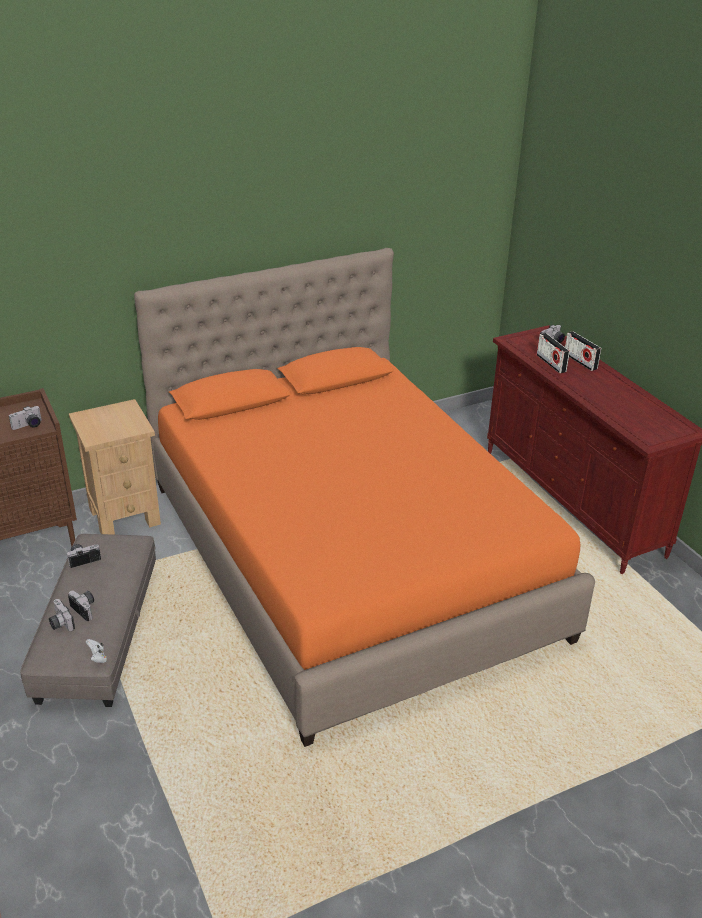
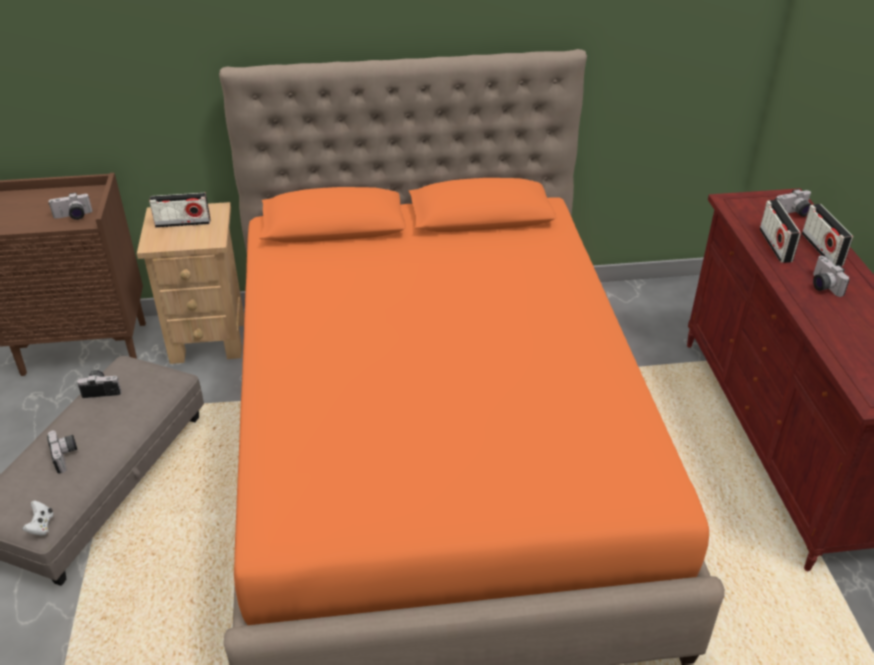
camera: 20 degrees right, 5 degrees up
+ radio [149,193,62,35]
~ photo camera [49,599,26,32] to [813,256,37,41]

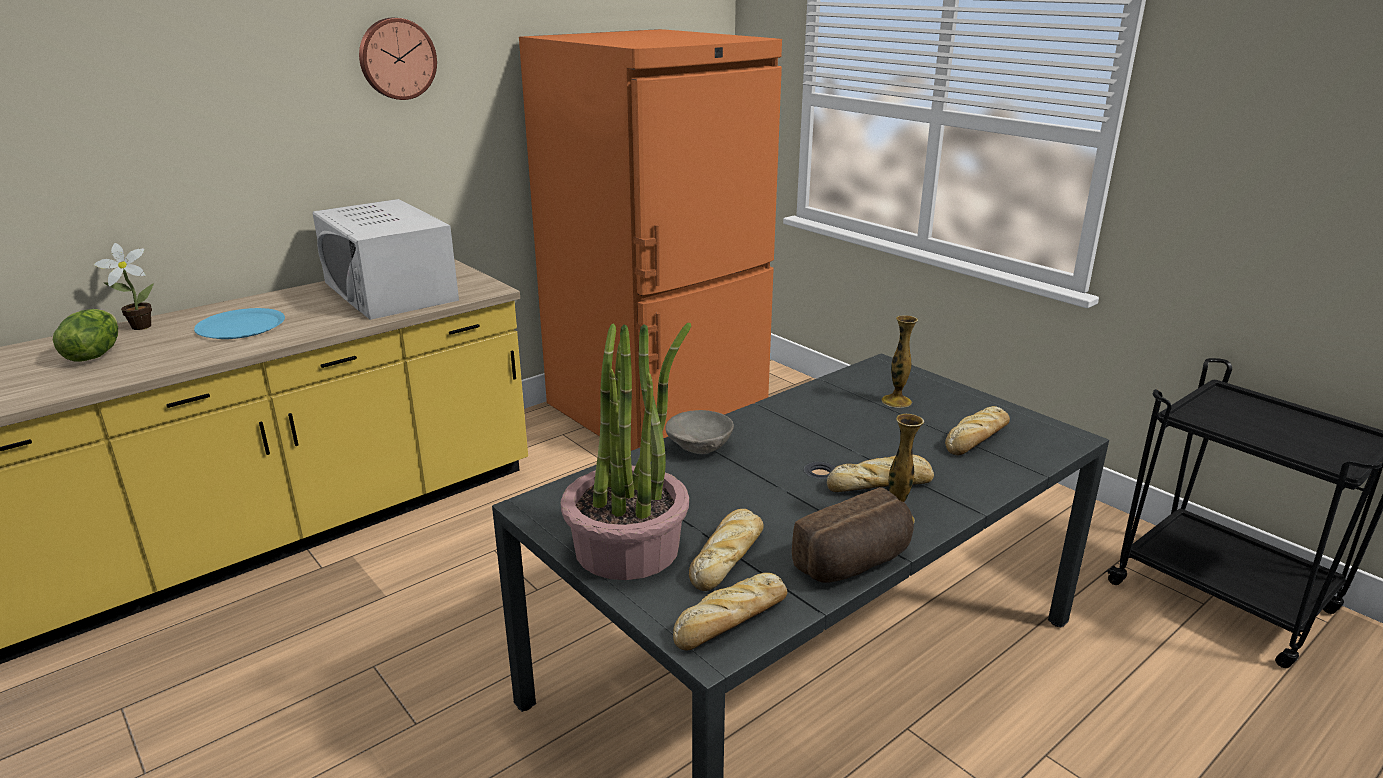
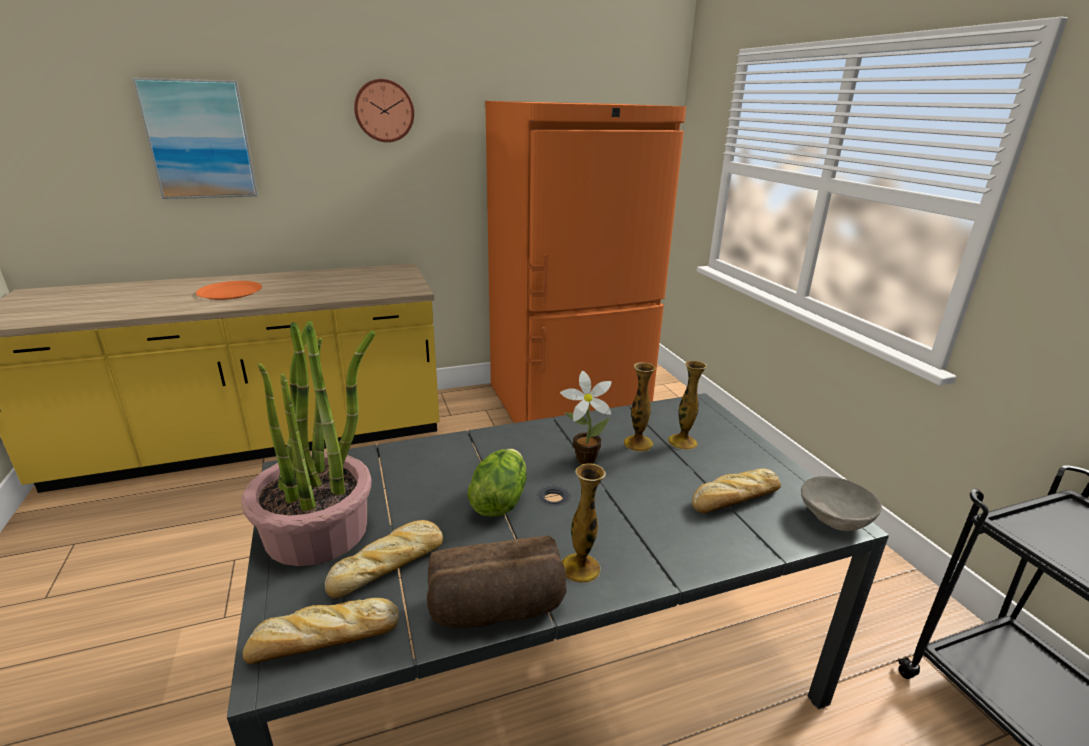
camera: 20 degrees right, 0 degrees up
+ picture [132,78,126,121]
~ dinner plate (blue-coloured) [194,308,91,31] to dinner plate (orange-coloured) [196,281,66,19]
~ head of lettuce [53,309,65,52] to [468,449,58,68]
~ houseplant [94,243,60,87] to [560,371,52,93]
+ flower vase [624,362,31,90]
~ serving bowl (grey) [666,410,68,44] to [801,476,81,55]
- microwave oven (whitish) [313,199,146,121]
- bakery bread [827,455,107,37]

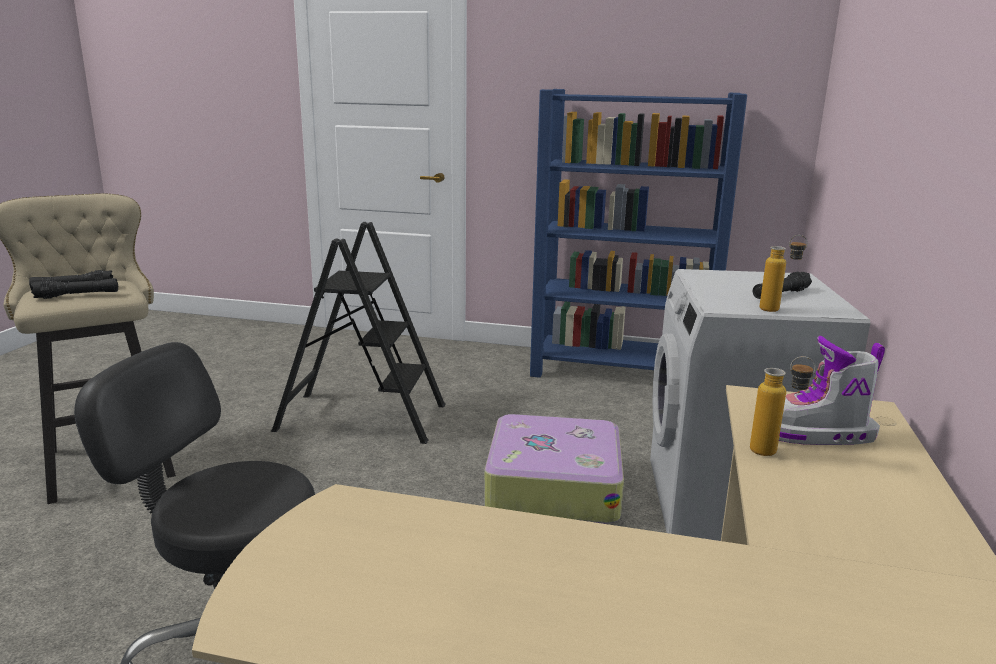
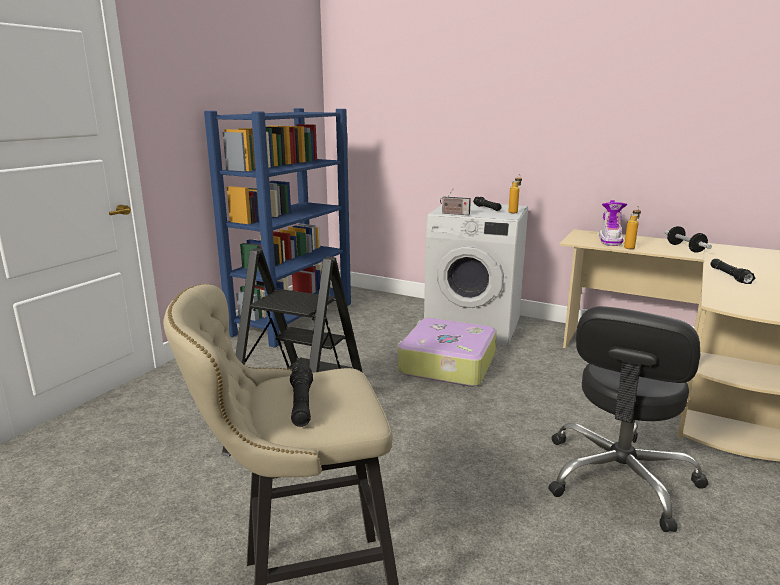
camera: 75 degrees left, 0 degrees up
+ radio [440,189,31,26]
+ free weight [665,226,47,27]
~ torch (black-coloured) [31,278,87,21] to [711,259,44,25]

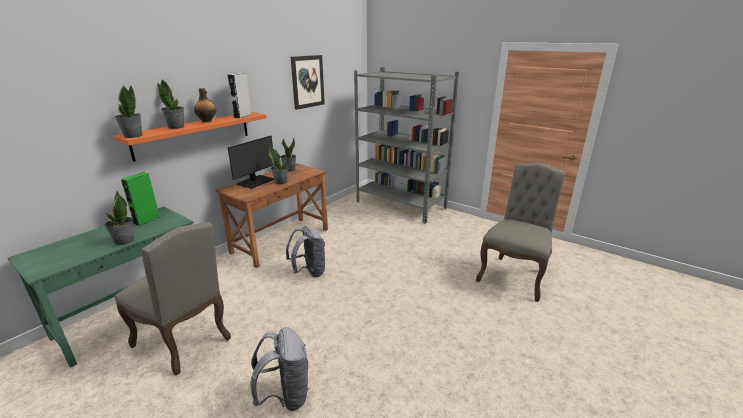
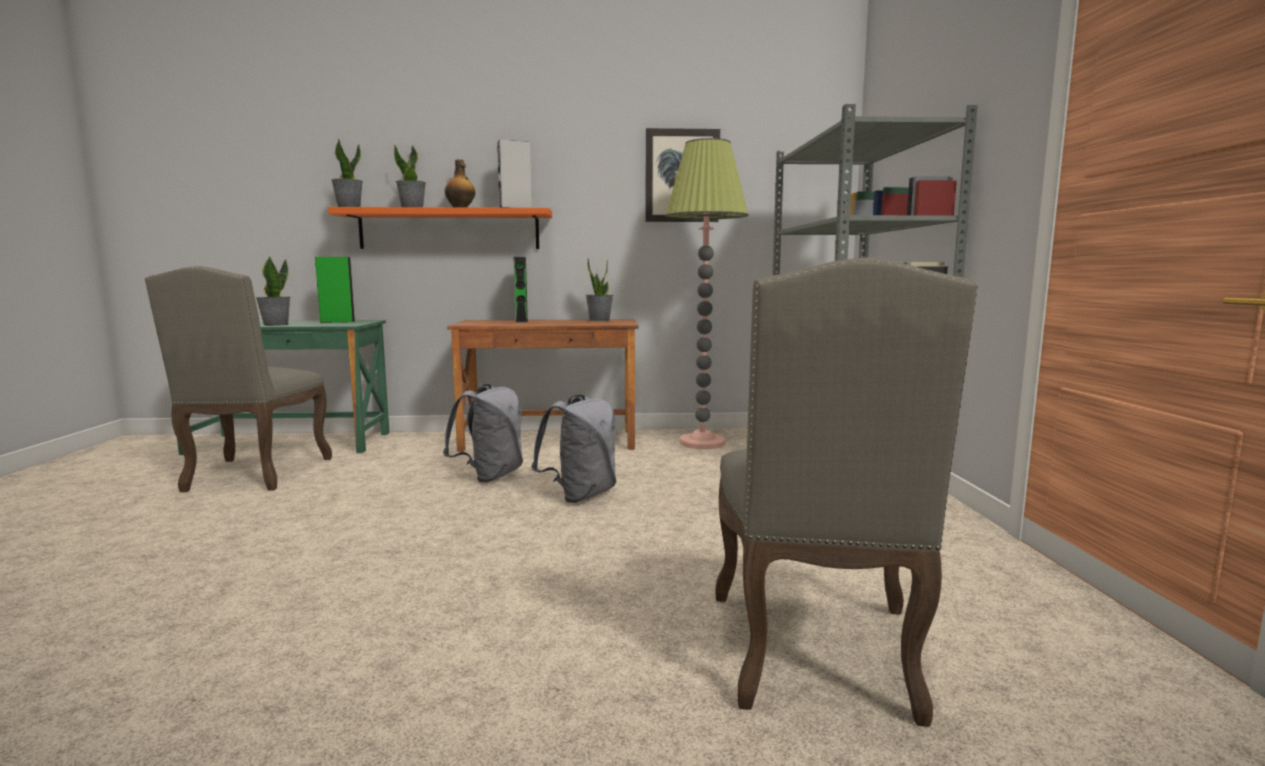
camera: 50 degrees right, 15 degrees down
~ computer screen [228,135,46,54] to audio speaker (greenish) [514,257,14,65]
~ knapsack (grey) [250,327,59,84] to [531,394,85,109]
+ floor lamp [665,138,84,311]
~ upright chair (grey) [476,163,89,139] = [716,257,262,470] 105 degrees clockwise
- houseplant [269,146,20,38]

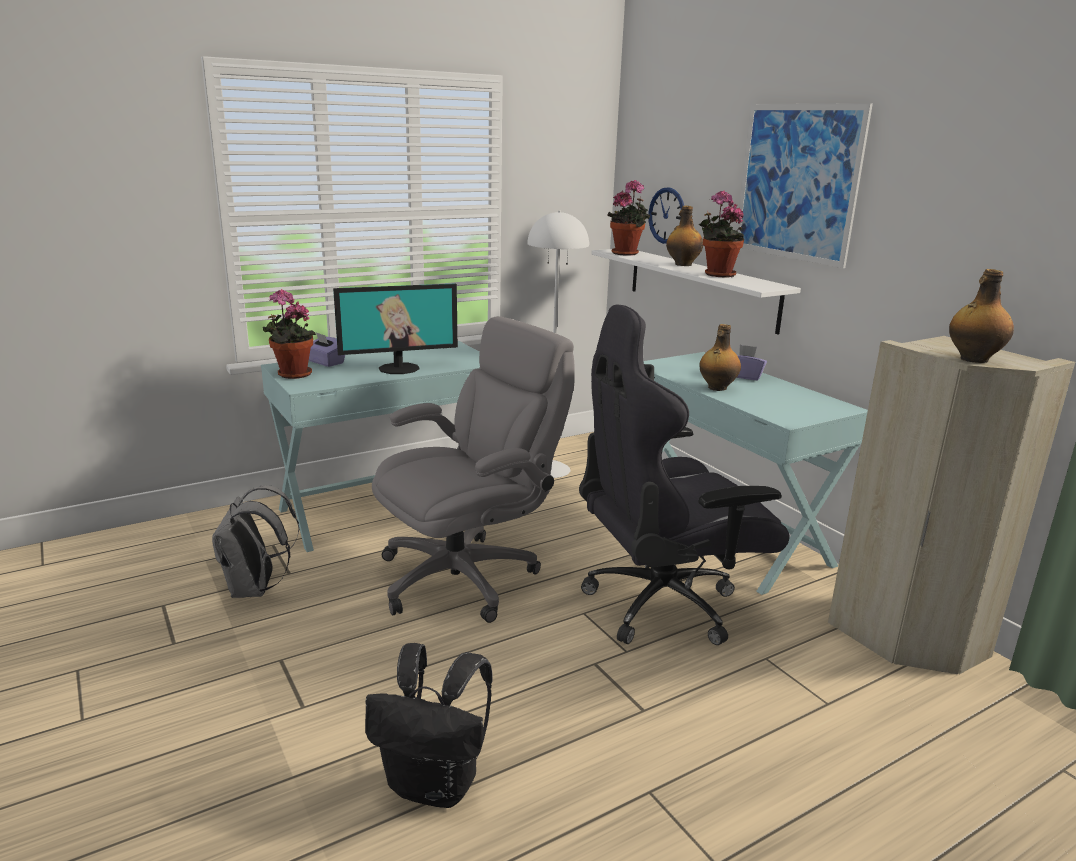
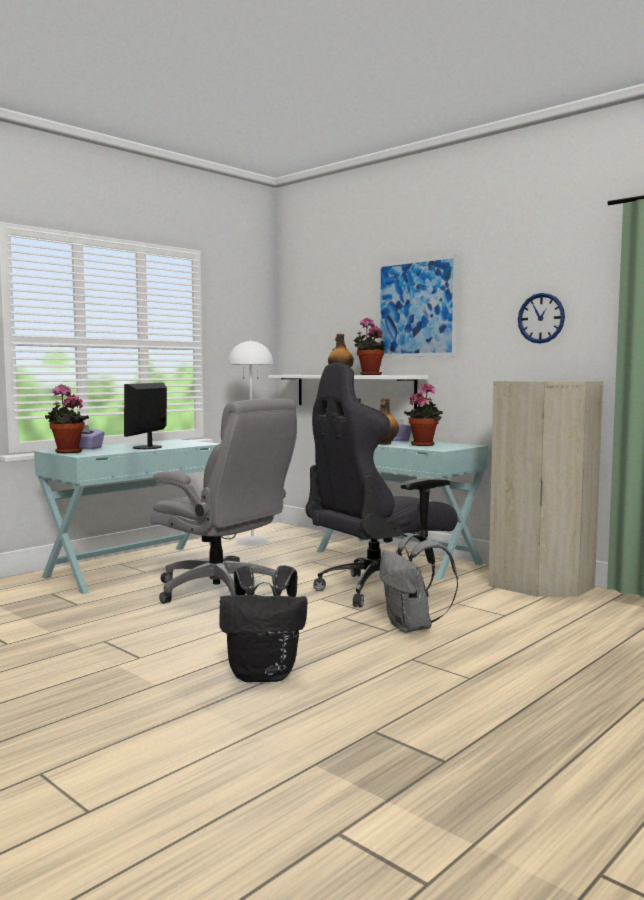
camera: 15 degrees left, 15 degrees down
~ computer screen [333,283,125,91] = [124,383,43,66] 135 degrees clockwise
~ office chair (grey) [372,316,203,307] = [150,399,147,205] 90 degrees clockwise
~ knapsack (grey) [212,485,88,113] to [380,534,78,99]
~ houseplant [607,180,43,76] to [404,383,39,63]
~ clock on the wall [648,187,36,57] to [518,293,47,51]
- bottle [949,269,65,94]

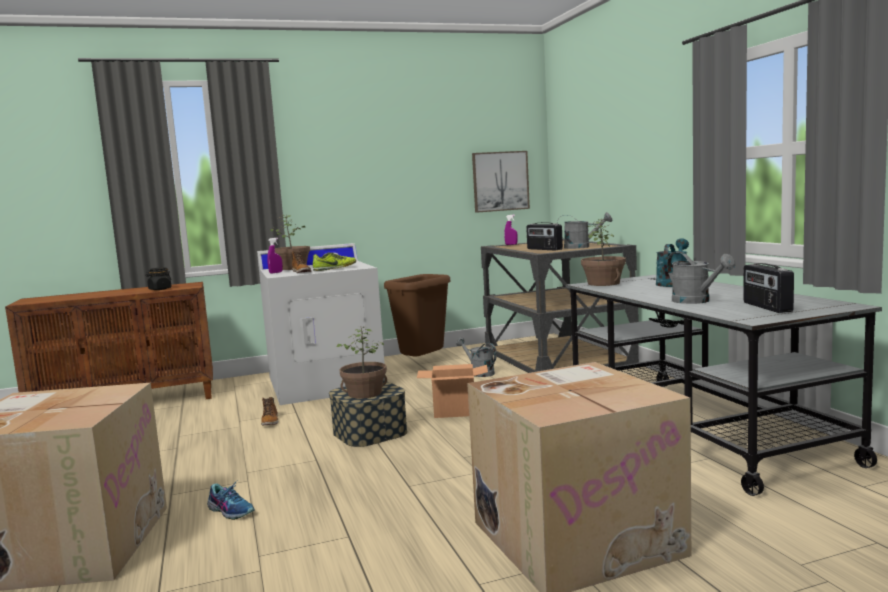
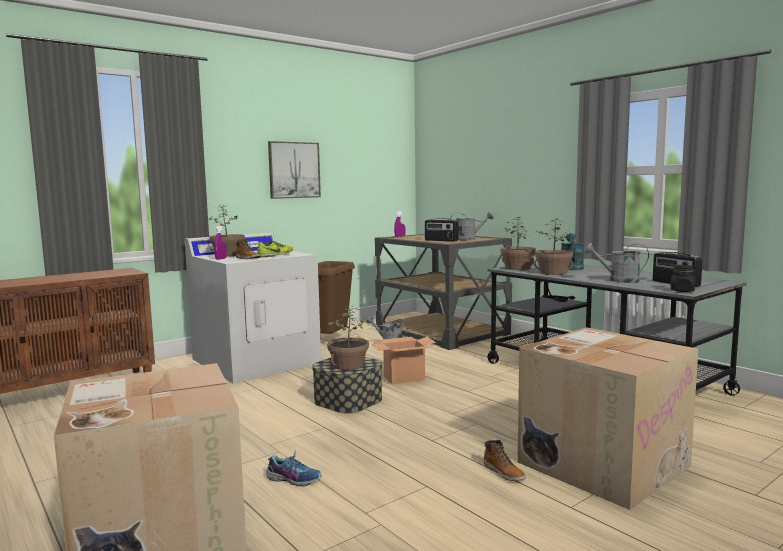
camera: 20 degrees left, 0 degrees up
~ picture [472,151,58,62] to [268,141,53,58]
~ high-top boot [261,397,17,29] to [484,440,42,41]
+ houseplant [534,218,39,57]
~ watering can (grey) [667,251,68,53] = [584,243,65,40] 150 degrees clockwise
~ preserve jar (black-coloured) [145,267,27,23] to [671,265,24,27]

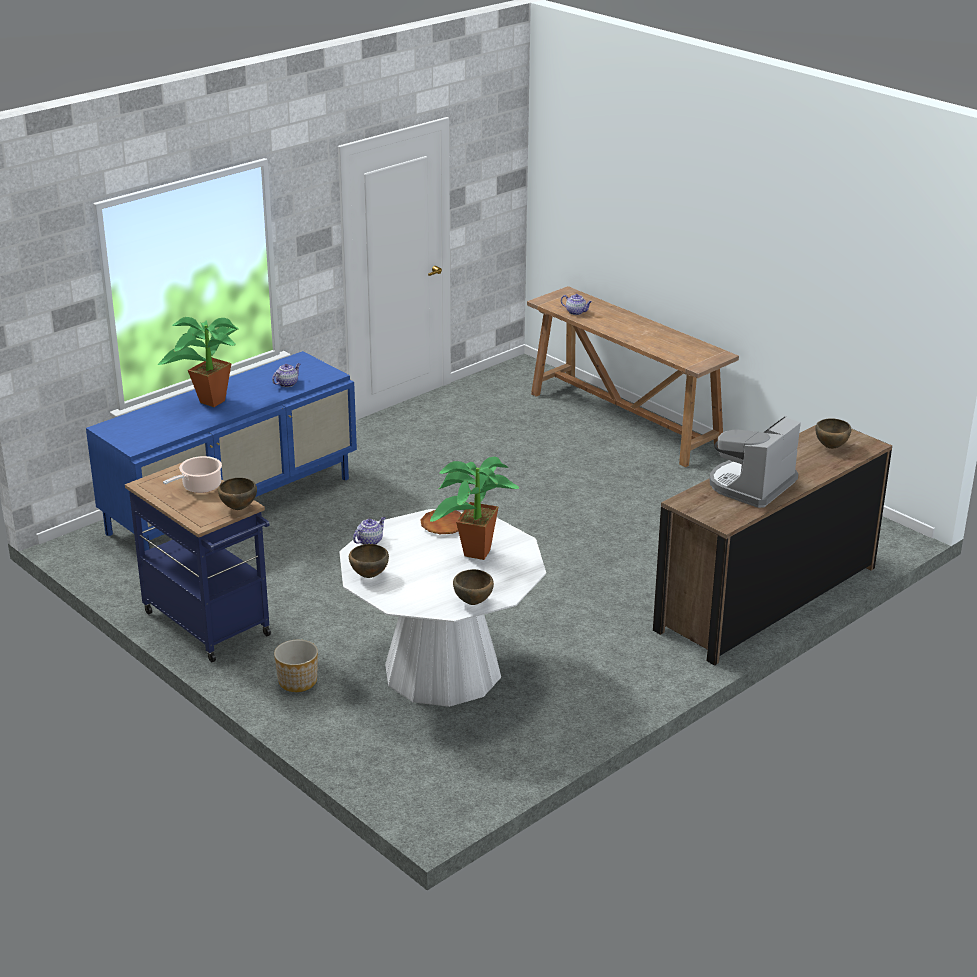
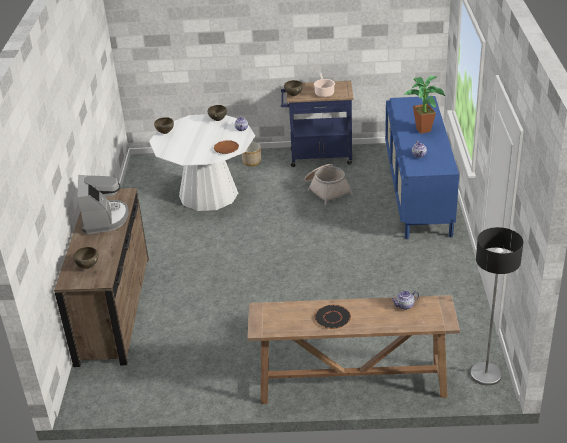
camera: 135 degrees right, 5 degrees up
+ storage basket [305,164,48,41]
+ dinner plate (black-coloured) [314,305,37,24]
+ floor lamp [470,227,53,159]
- houseplant [430,457,89,103]

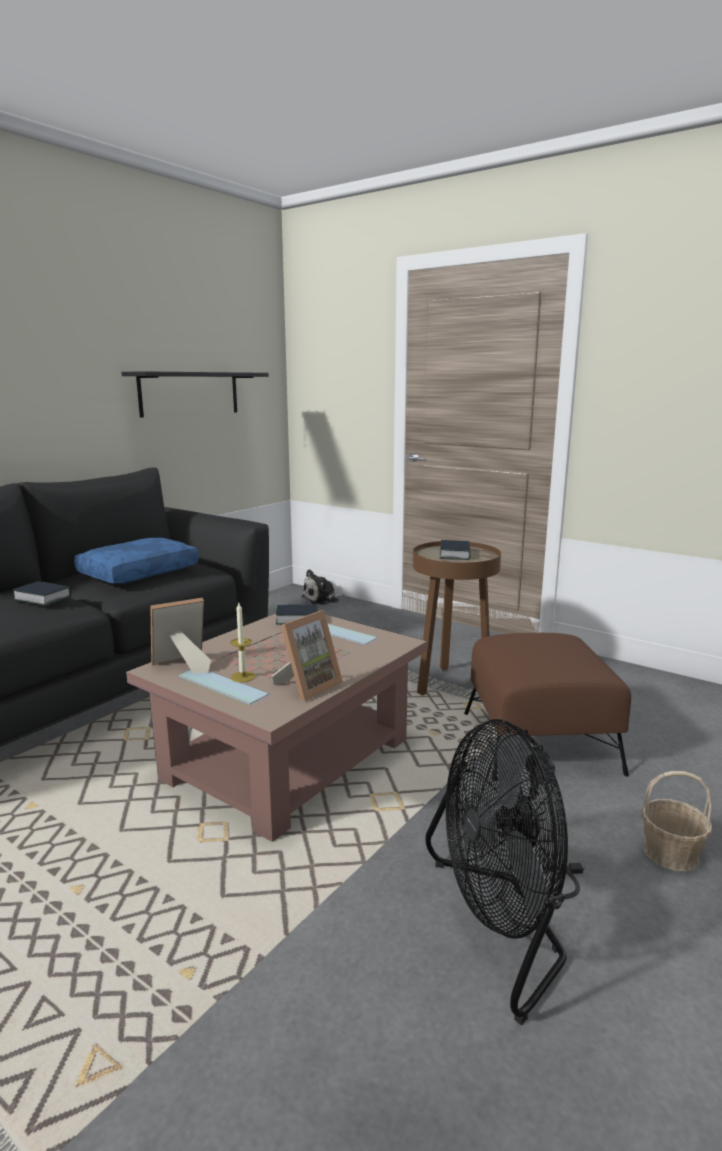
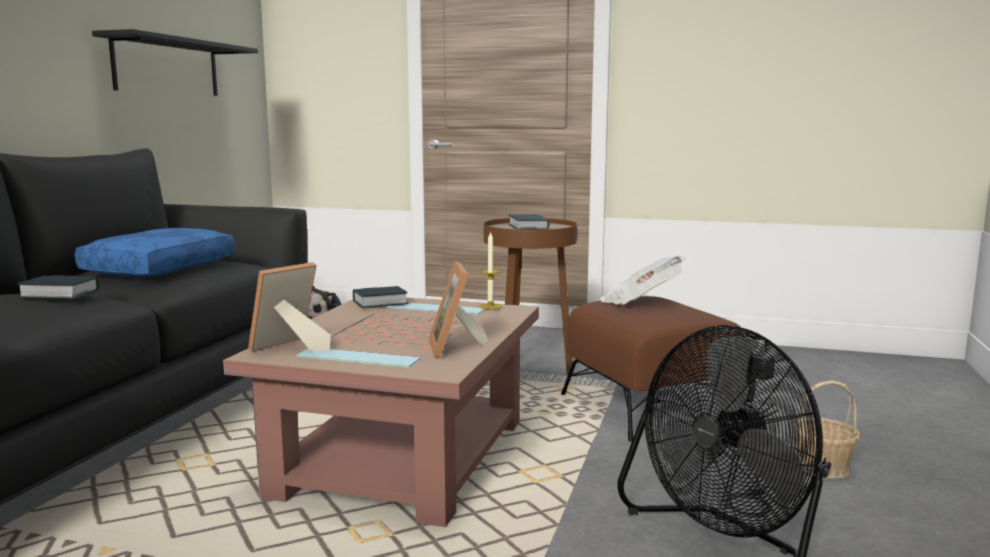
camera: 20 degrees left, 5 degrees down
~ photo frame [271,610,72,91] = [429,261,59,97] 150 degrees clockwise
~ wax candle [230,603,25,79] to [479,231,23,79]
+ newspaper [600,256,85,49]

